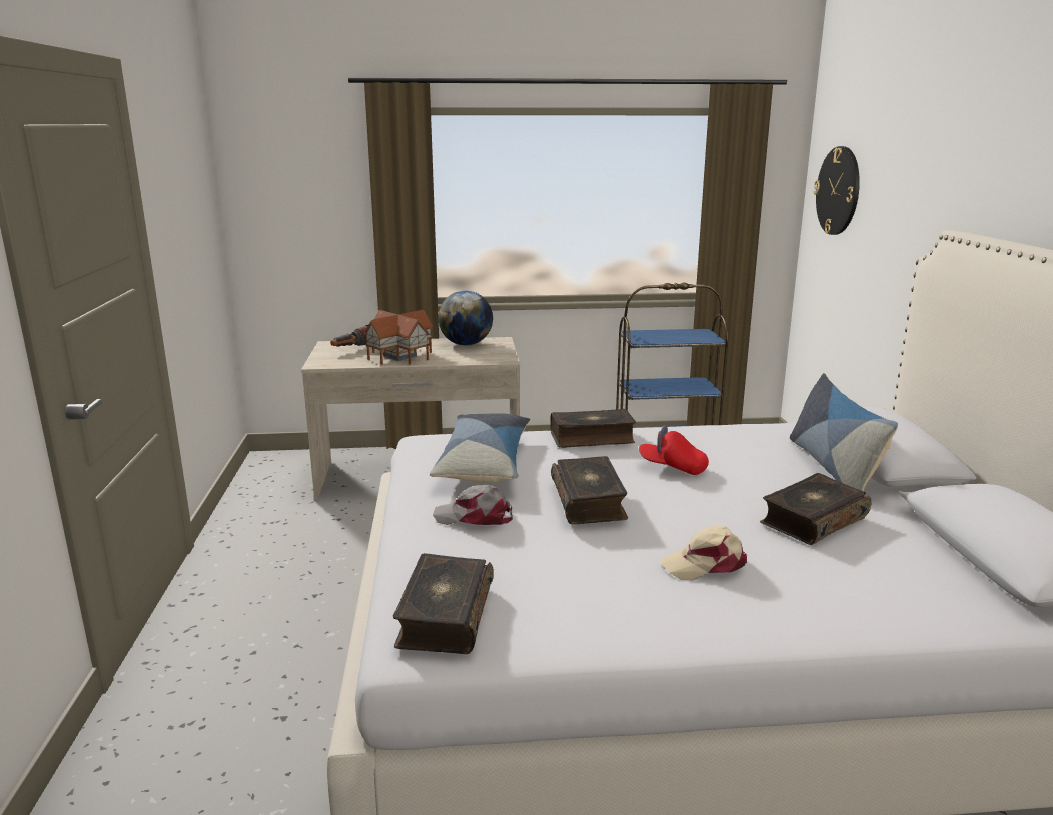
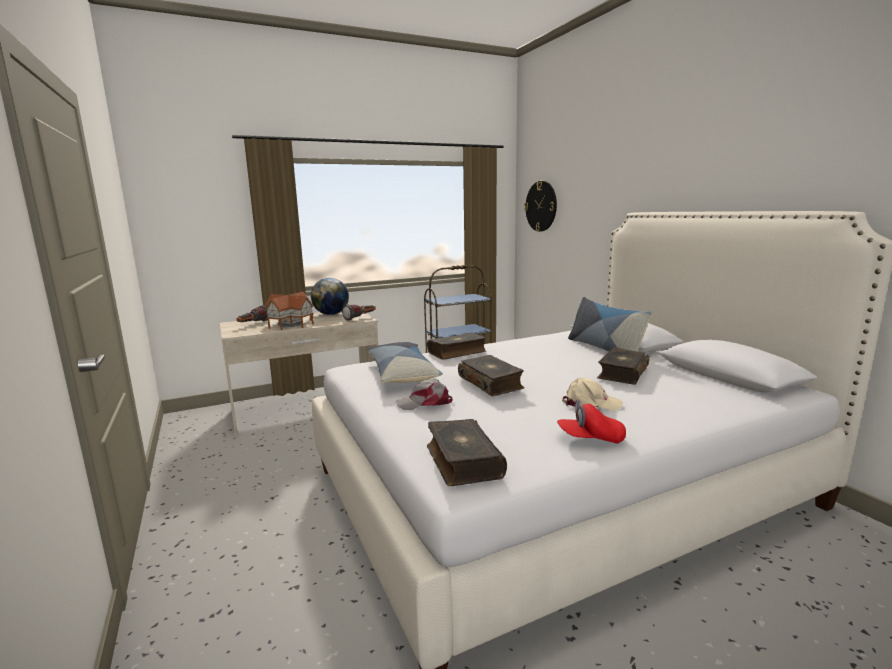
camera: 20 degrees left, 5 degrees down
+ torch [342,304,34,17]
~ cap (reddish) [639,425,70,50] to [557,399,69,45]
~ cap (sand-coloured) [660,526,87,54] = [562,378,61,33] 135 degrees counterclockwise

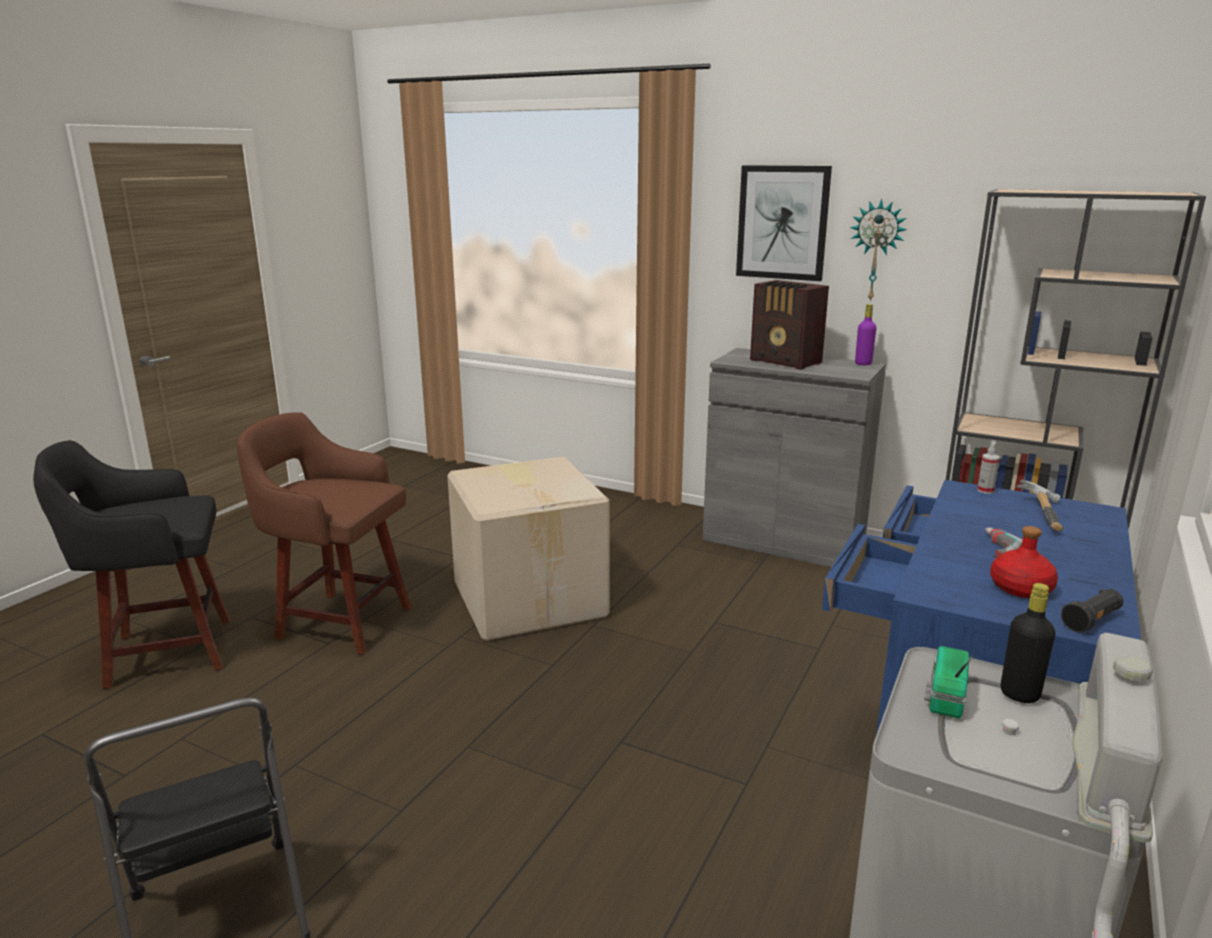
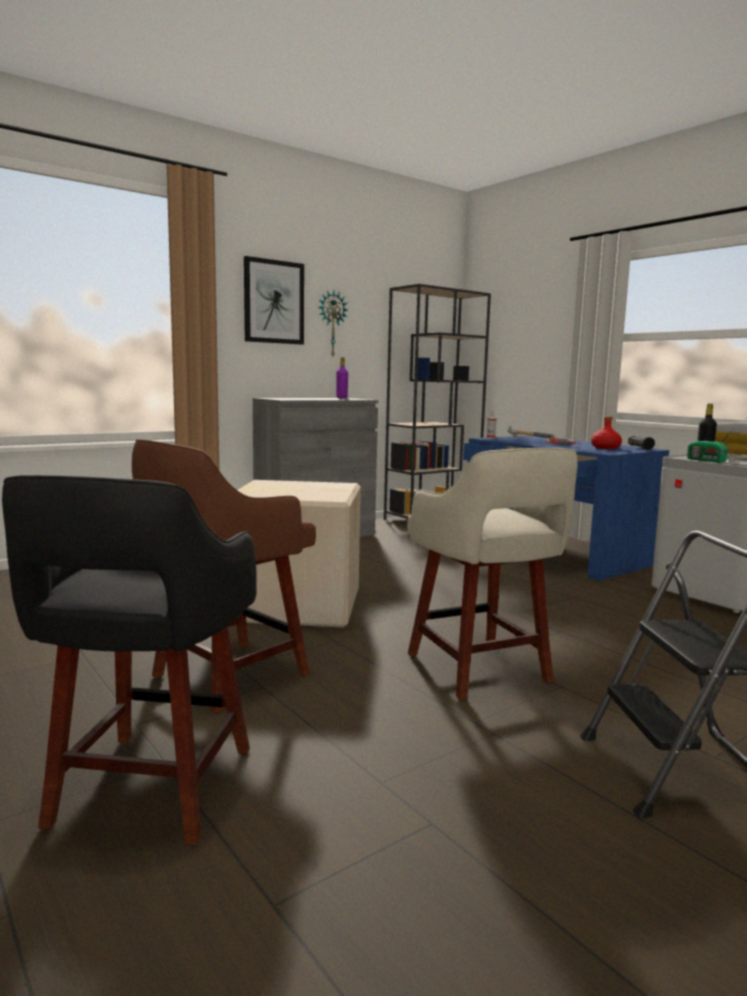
camera: 65 degrees left, 10 degrees down
+ sitting stool (sand-coloured) [407,448,171,252]
- radio [750,280,79,90]

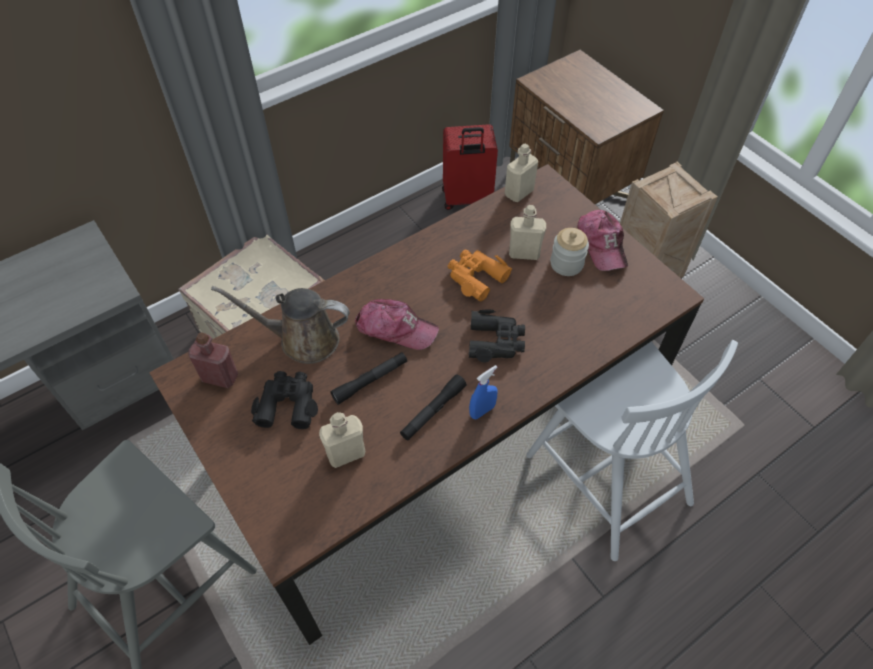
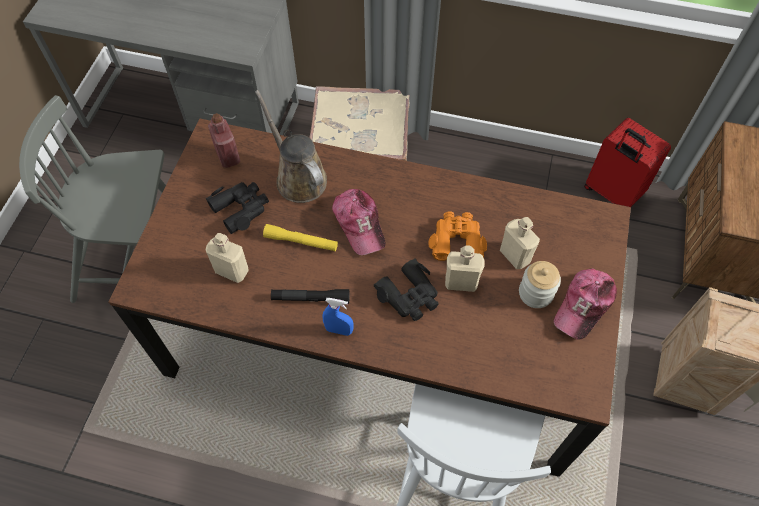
camera: 50 degrees right, 5 degrees up
~ torch (black-coloured) [330,352,77,53] to torch (yellowish) [263,224,75,27]
~ bottle (sand-coloured) [505,144,33,58] to [445,245,40,47]

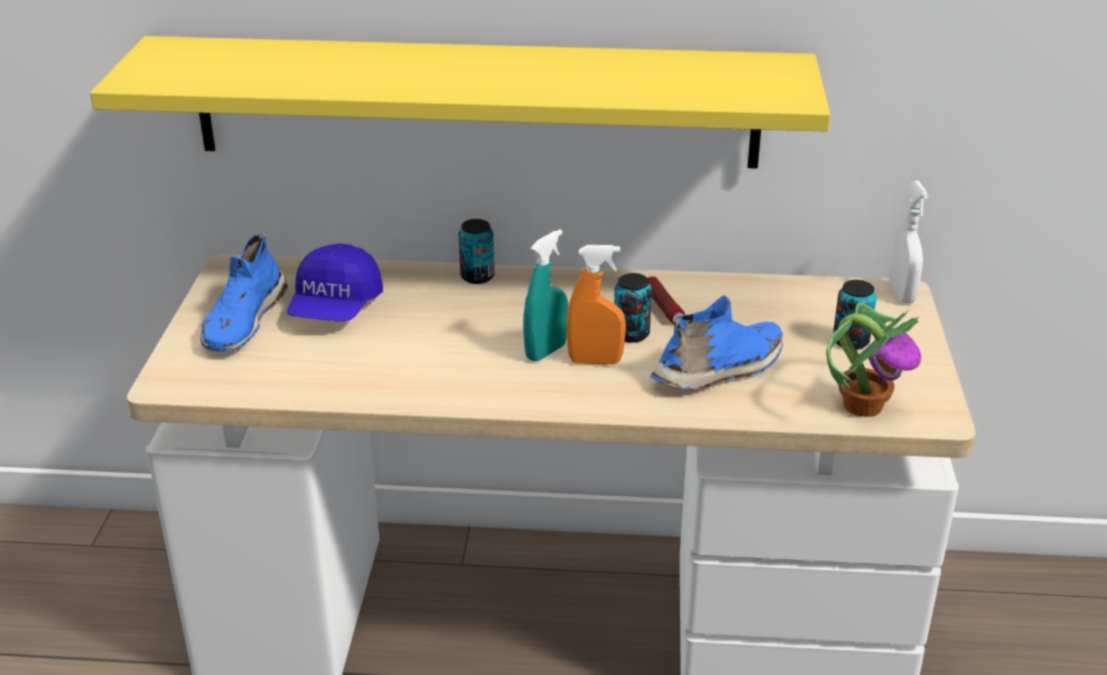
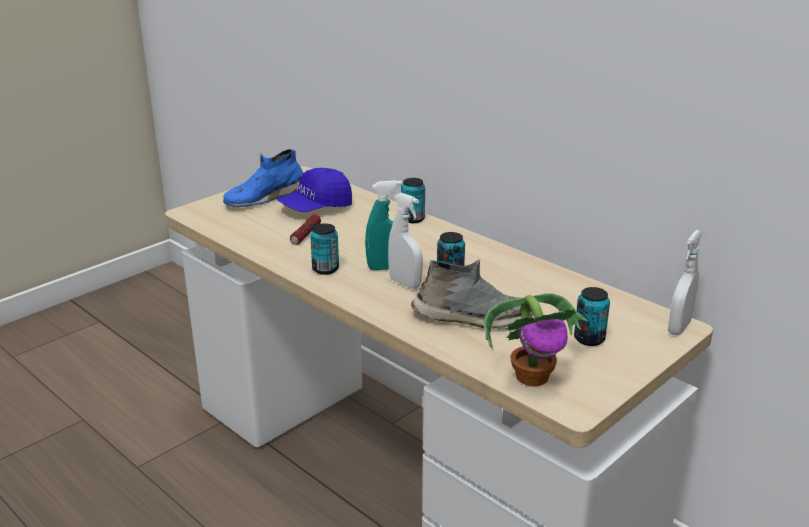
camera: 40 degrees right, 5 degrees down
~ torch [648,276,37,48] to [290,215,31,30]
+ can [310,223,29,52]
~ hand sprayer (orange-coloured) [566,245,60,120] to hand sprayer (whitish) [388,193,35,96]
~ low shoe (blue-coloured) [650,295,133,95] to low shoe (grey) [411,260,122,69]
- shelf (yellowish) [90,36,740,133]

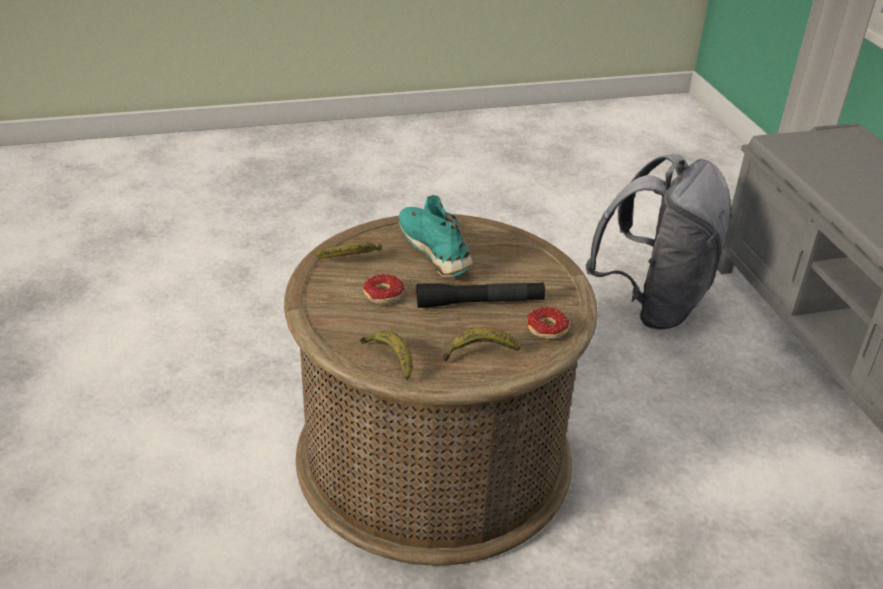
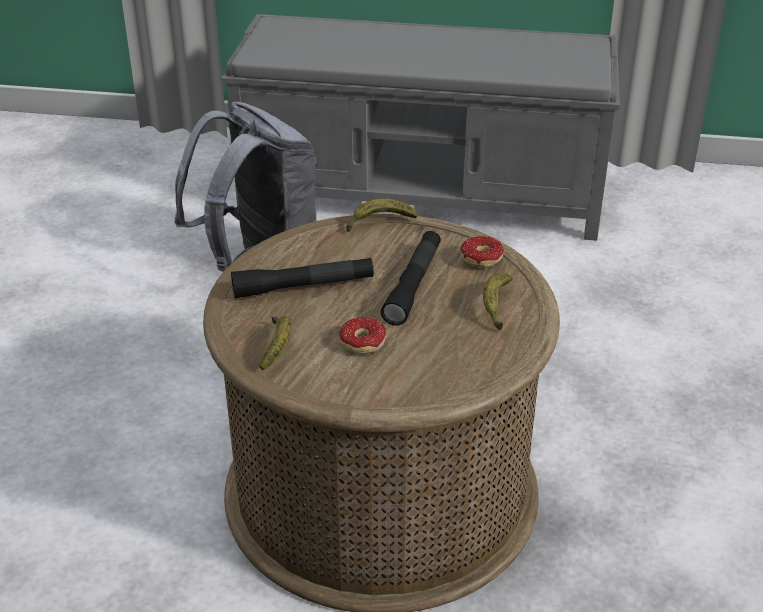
camera: 65 degrees left, 0 degrees up
~ low shoe (turquoise-coloured) [399,195,74,83] to torch (black-coloured) [231,258,143,40]
~ banana [360,330,53,49] to [346,198,72,34]

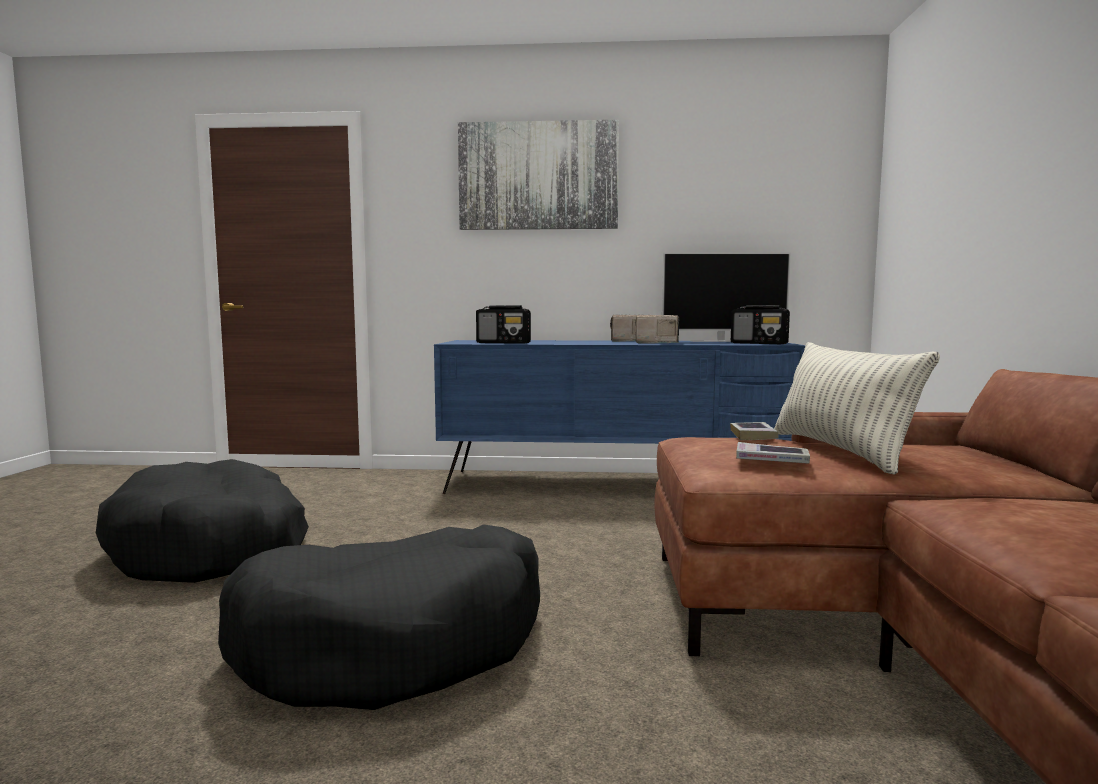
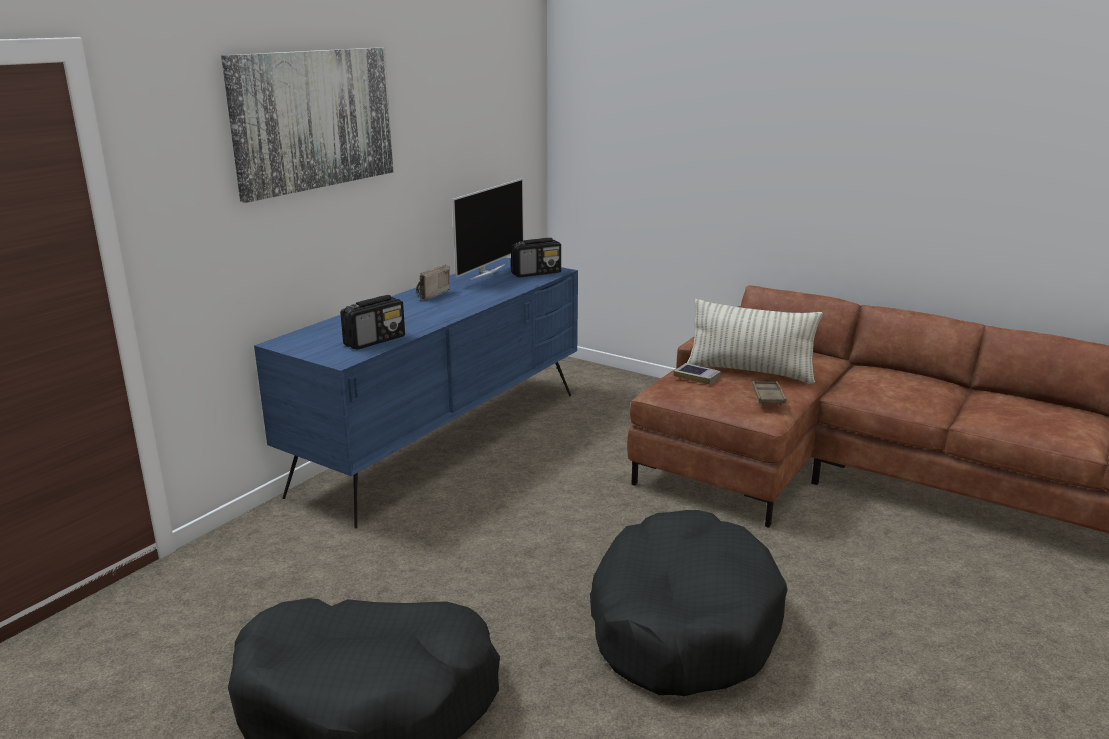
camera: 60 degrees left, 15 degrees up
~ book [736,442,74,22] to tray (brown) [752,381,34,24]
- radio [635,315,45,29]

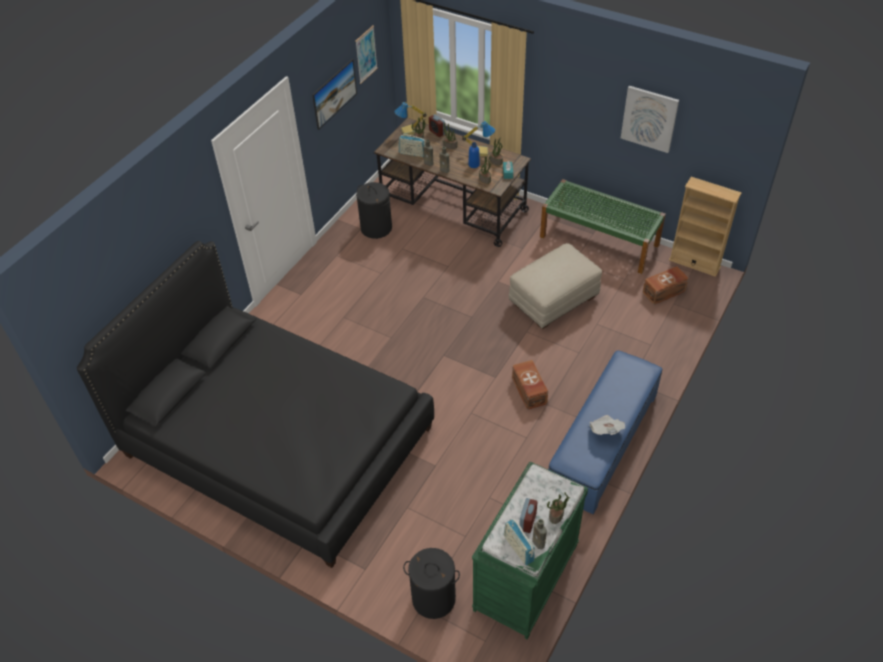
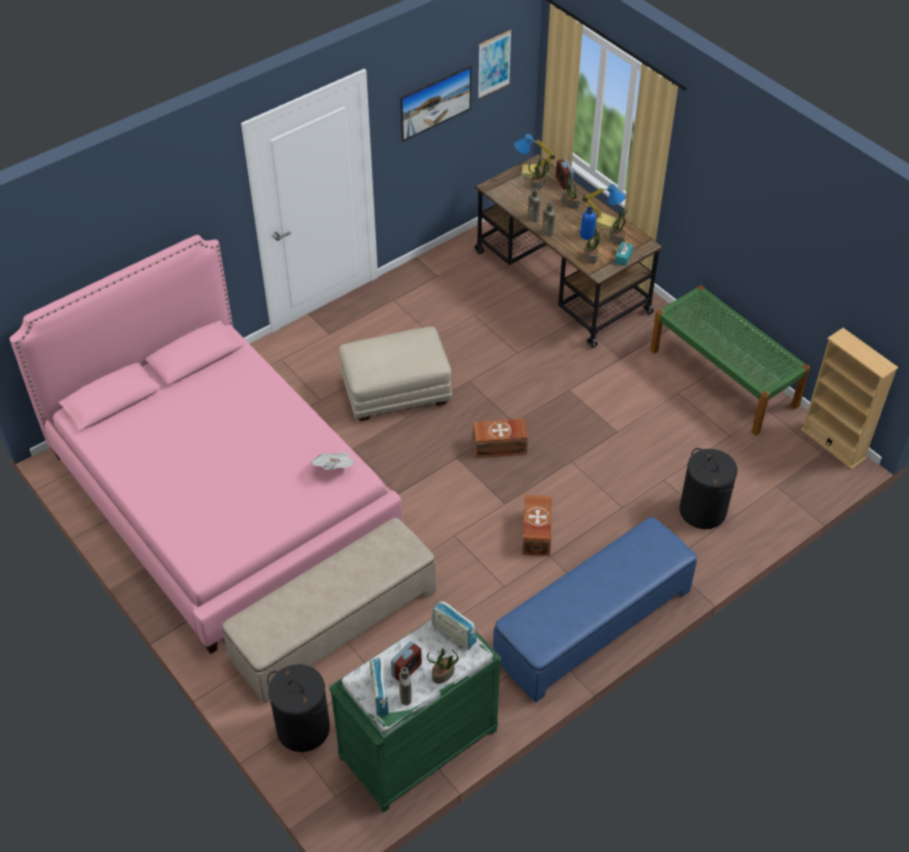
camera: 20 degrees right, 0 degrees up
~ bed (black-coloured) [77,241,357,327] to bed (pink) [10,235,393,419]
+ long seat (sand-coloured) [222,518,214,185]
~ newspaper [589,415,37,20] to [311,452,44,17]
~ footrest (sand-coloured) [509,243,93,86] to [339,327,113,94]
~ radio [399,134,26,23] to [432,601,45,48]
~ storage container (brown) [642,266,47,39] to [473,418,55,40]
~ laundry basket (black-coloured) [356,182,36,57] to [679,448,59,81]
- picture [621,86,58,67]

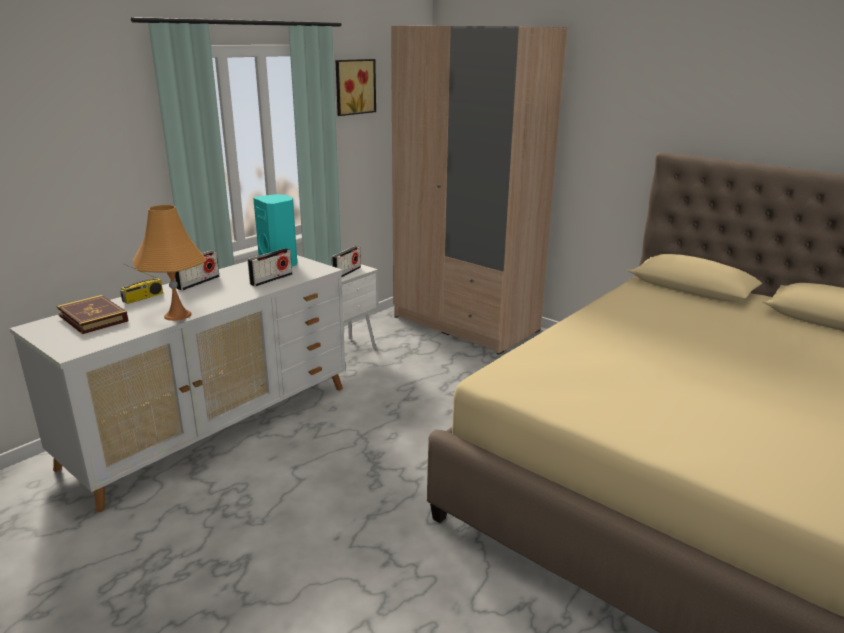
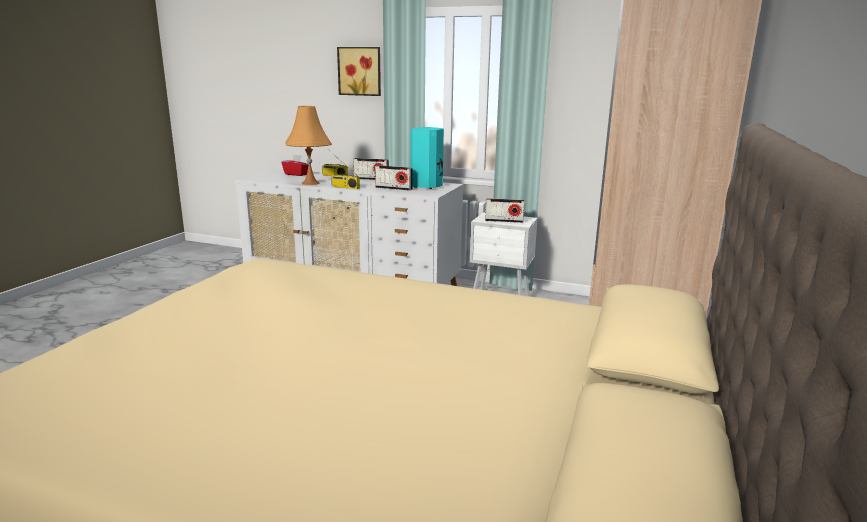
camera: 70 degrees right, 5 degrees down
~ book [57,295,71,39] to box of tissues (reddish) [282,154,26,22]
+ radio [331,159,29,30]
~ picture [335,59,41,57] to [337,47,44,49]

